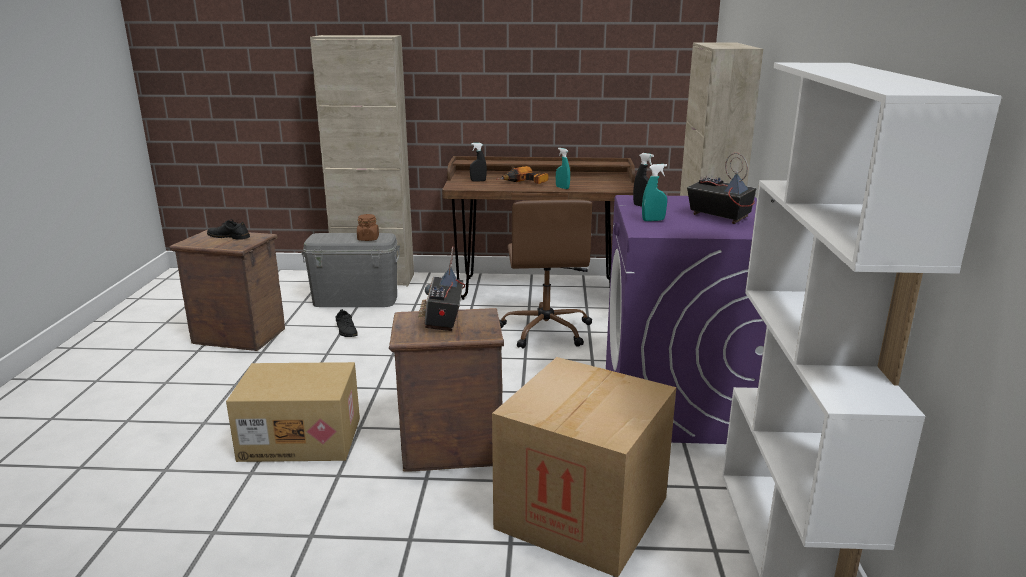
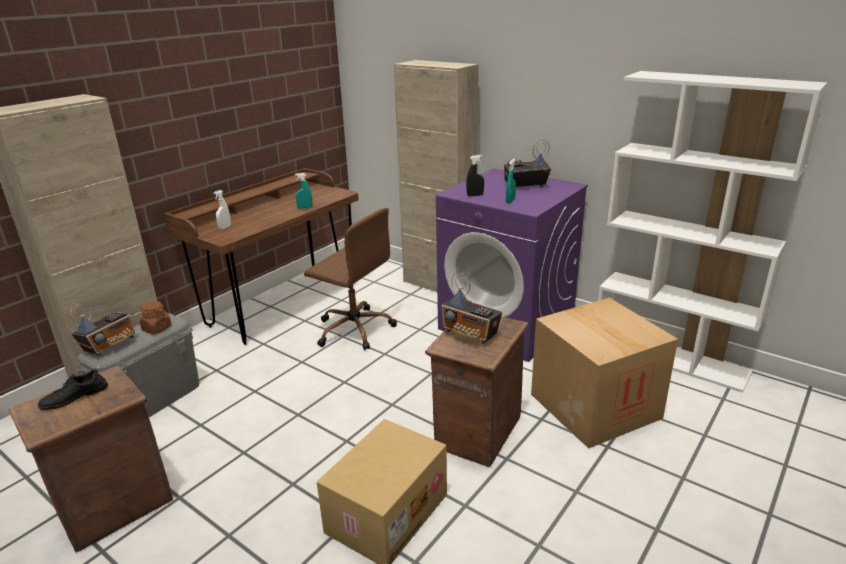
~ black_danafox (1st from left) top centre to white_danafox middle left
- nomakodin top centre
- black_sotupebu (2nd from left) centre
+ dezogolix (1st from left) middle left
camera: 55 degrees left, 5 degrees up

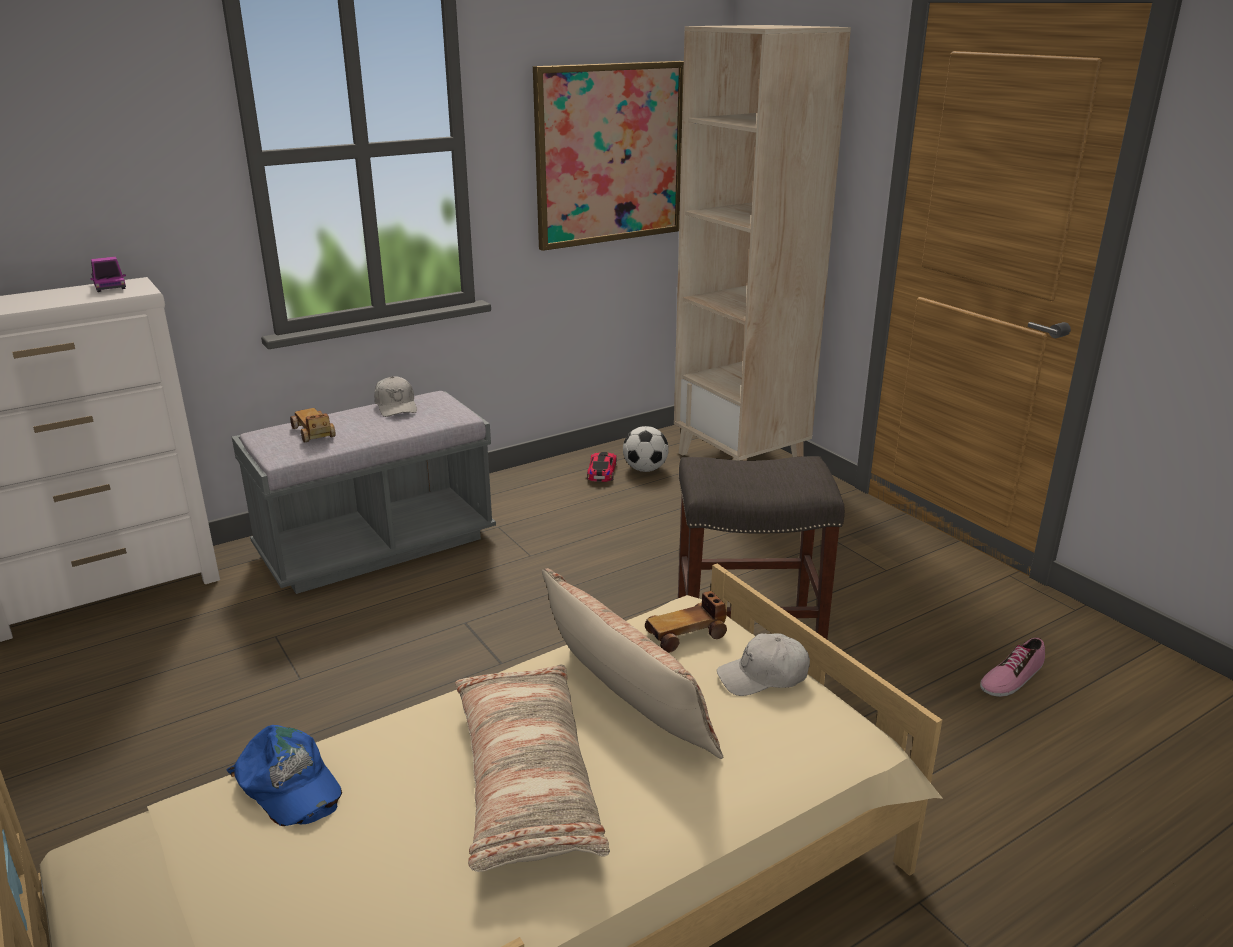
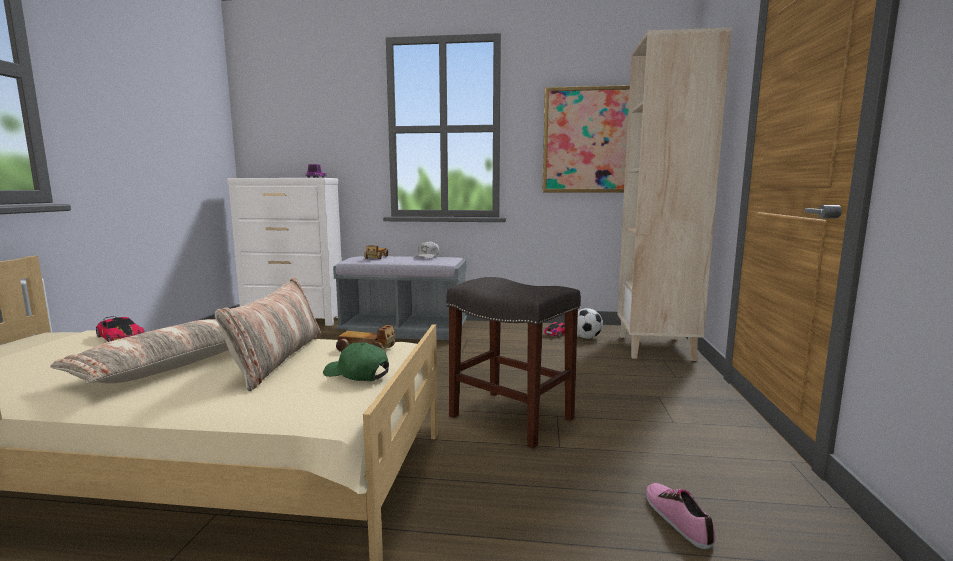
~ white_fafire (2nd from left) bottom centre to green_fafire centre
~ sotupebu bottom right = bottom right 75 degrees clockwise
~ blue_fafire bottom left to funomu (1st from left) middle left
camera: 40 degrees right, 15 degrees down

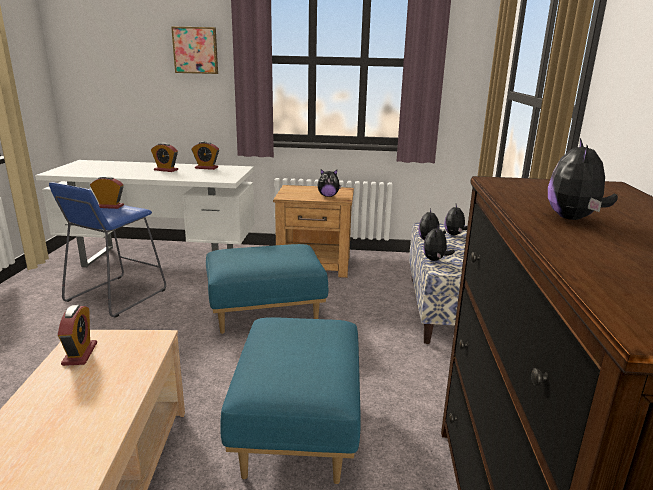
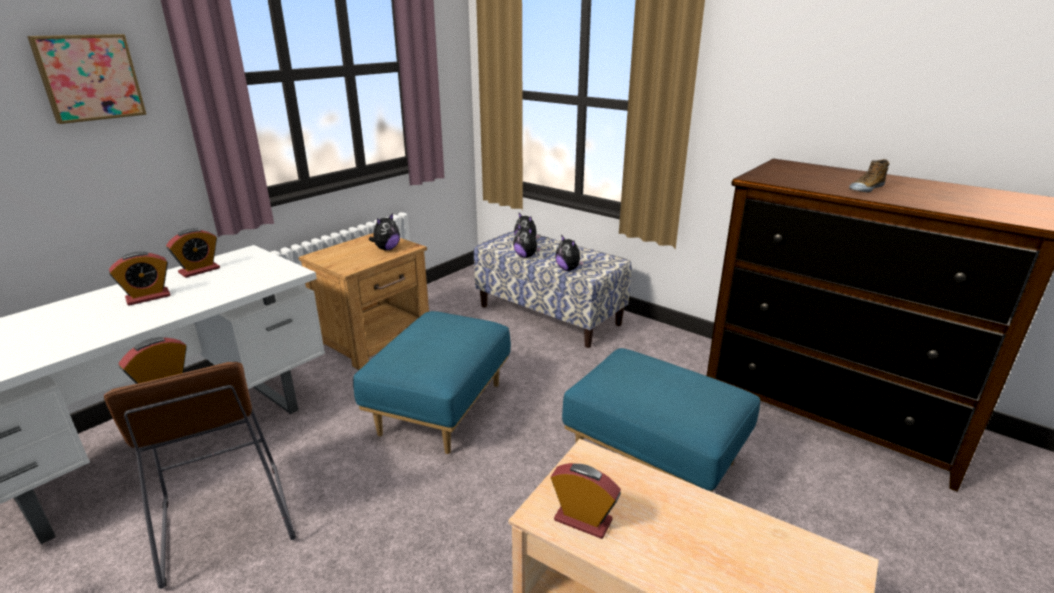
~ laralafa (5th from left) middle right to sotupebu top right
~ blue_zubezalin middle left to brown_zubezalin bottom left
camera: 55 degrees left, 5 degrees up

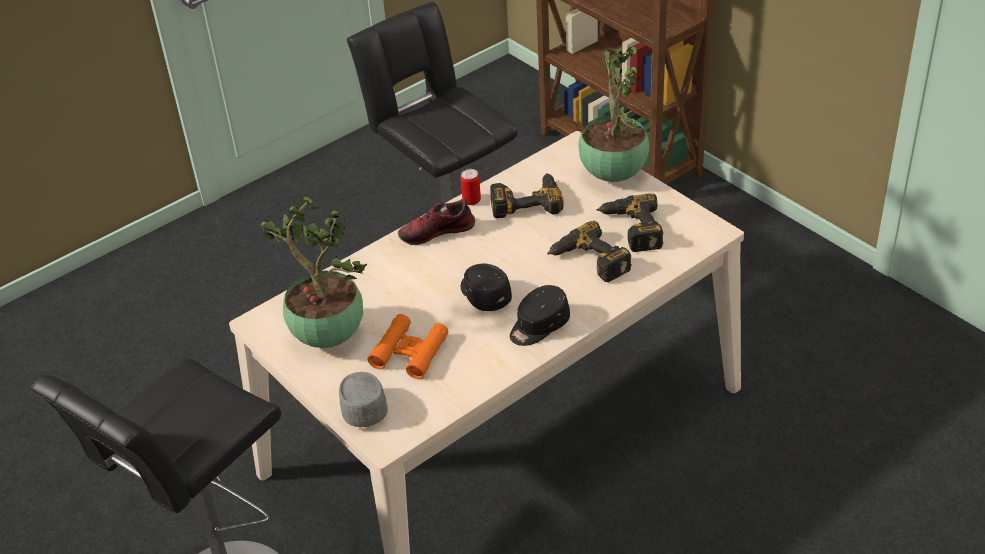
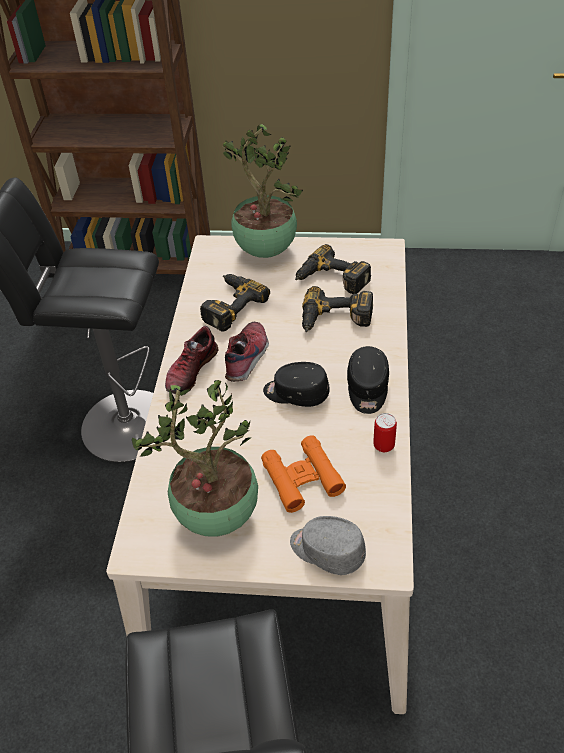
~ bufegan centre to middle right
+ sotupebu (2nd from left) centre
camera: 45 degrees left, 5 degrees up

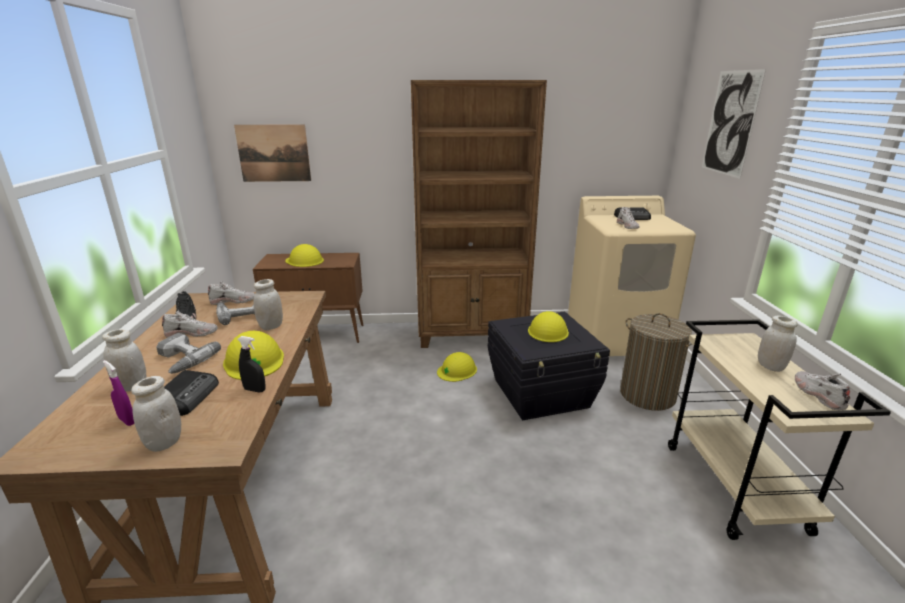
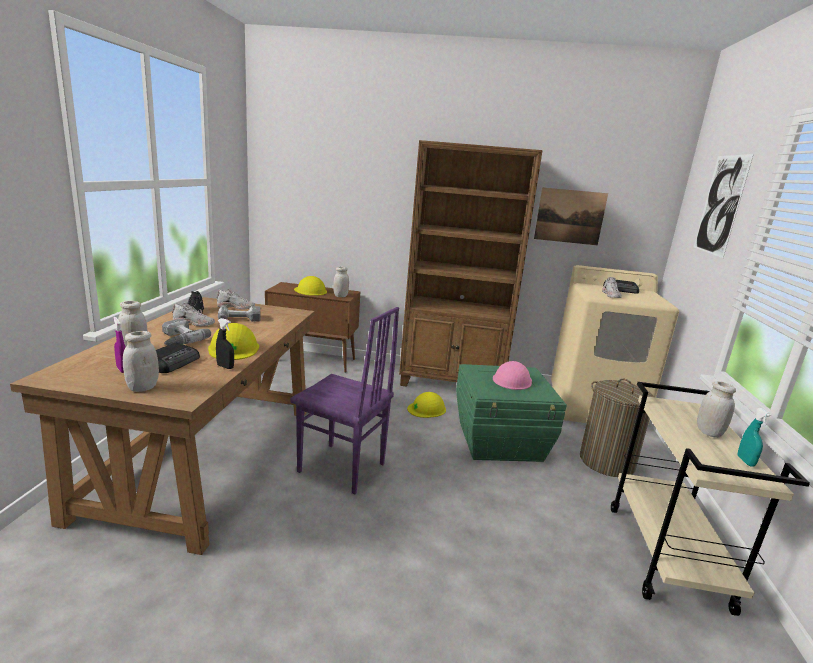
~ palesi (1st from left) top left to top right
~ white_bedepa (3rd from left) middle left to centre
~ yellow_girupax (4th from left) centre to pink_girupax centre
~ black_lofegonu centre to green_lofegonu centre
~ white_sotupebu (4th from left) middle right to turquoise_danafox middle right
+ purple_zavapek centre
camera: 10 degrees right, 5 degrees down

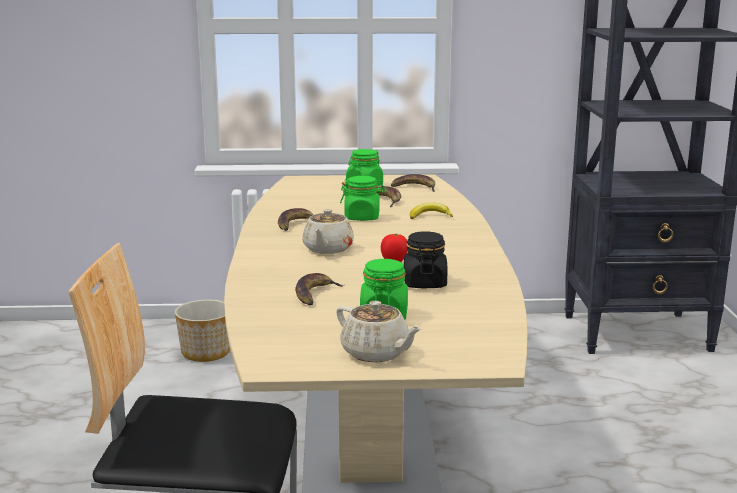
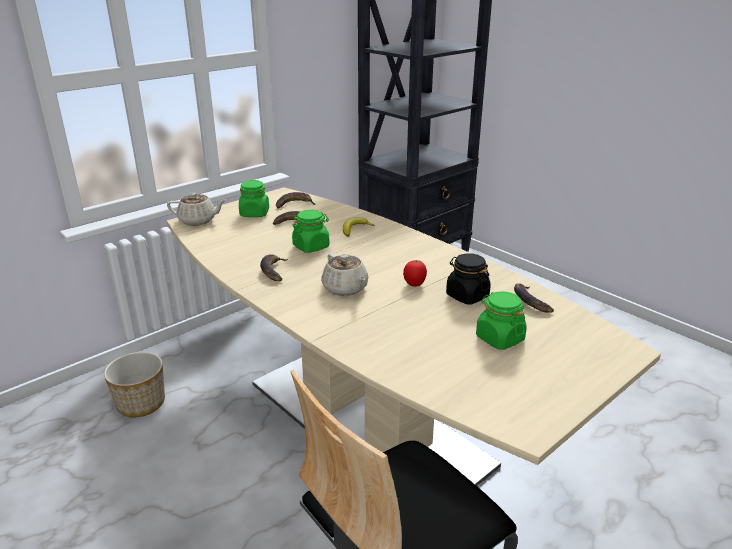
~ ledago (2nd from left in the first image) centre to ledago (5th from left) middle right
~ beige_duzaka (2nd from left in the first image) bottom centre to beige_duzaka (1st from left) middle left
camera: 40 degrees left, 10 degrees up

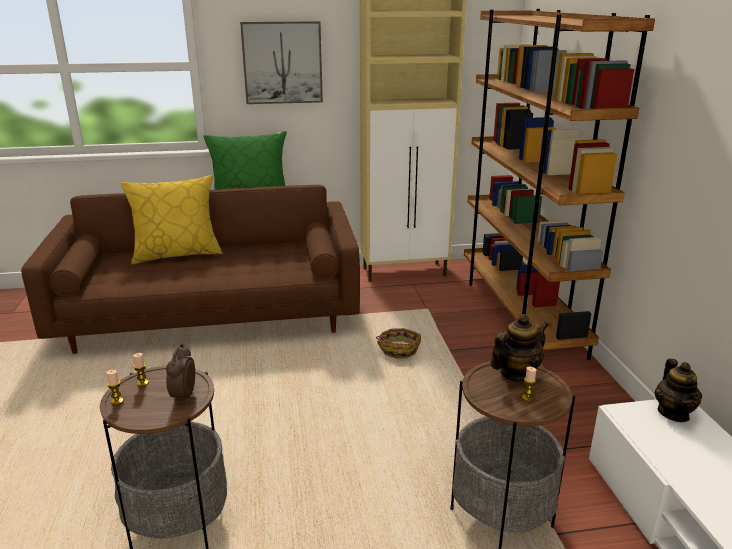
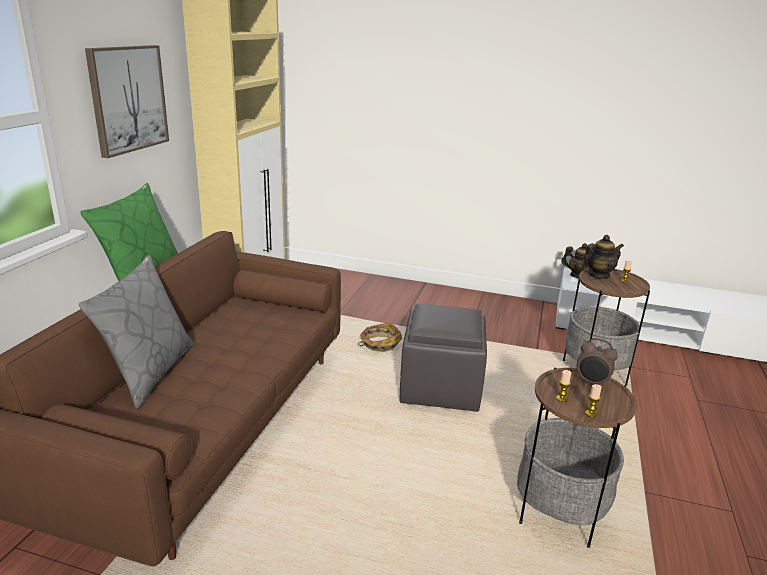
- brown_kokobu middle right
~ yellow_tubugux middle left to grey_tubugux middle left
~ duzaka (1st from left in the first image) middle right = middle right 75 degrees clockwise
+ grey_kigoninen centre
camera: 65 degrees left, 0 degrees up

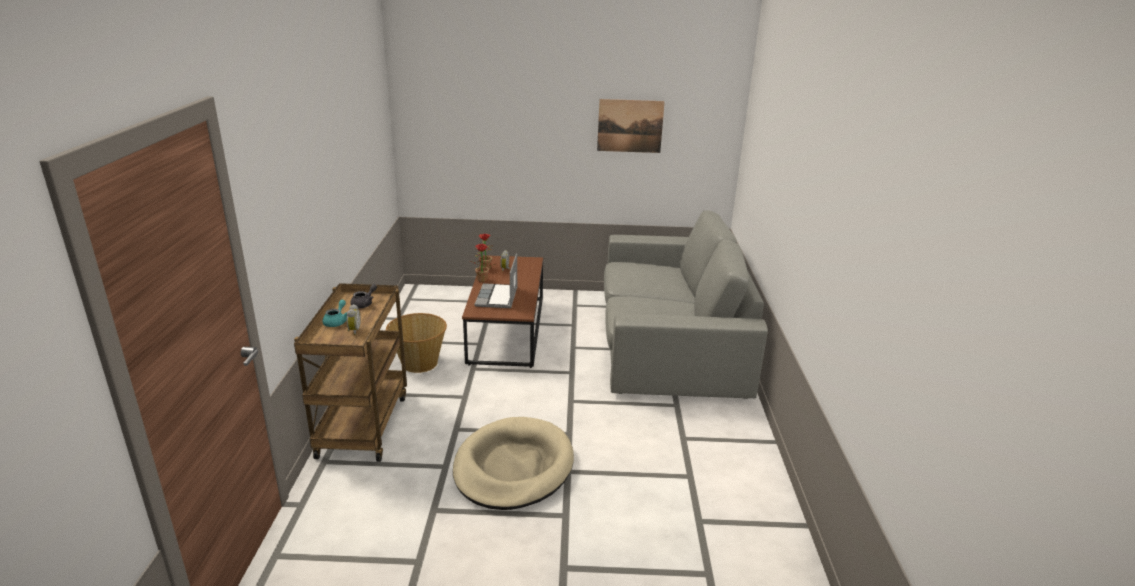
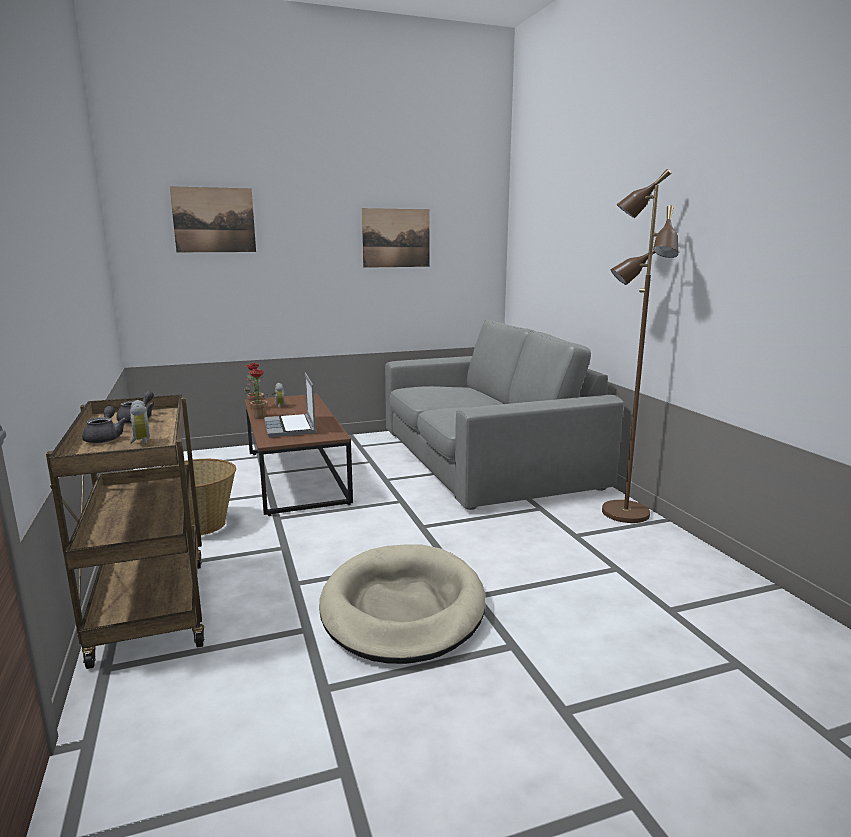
~ turquoise_duzaka middle left to grey_duzaka (1st from left) middle left
+ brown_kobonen middle right
+ palesi (1st from left) top left
camera: 20 degrees left, 10 degrees down

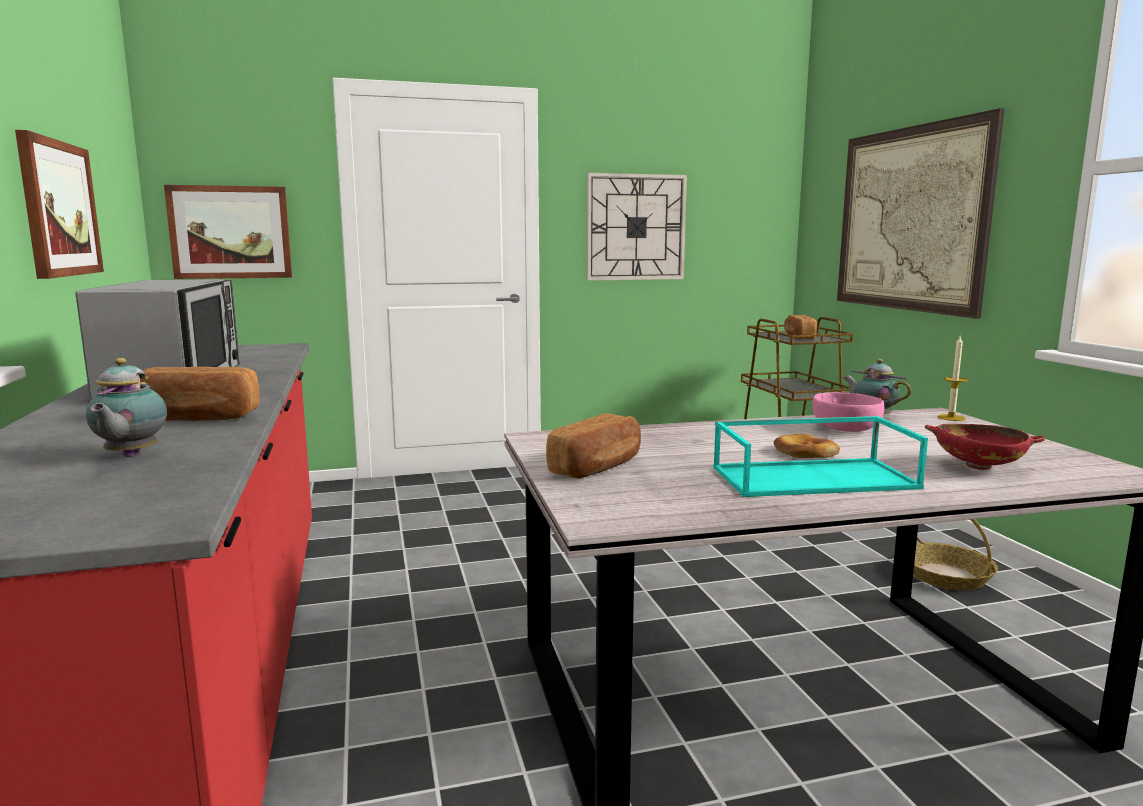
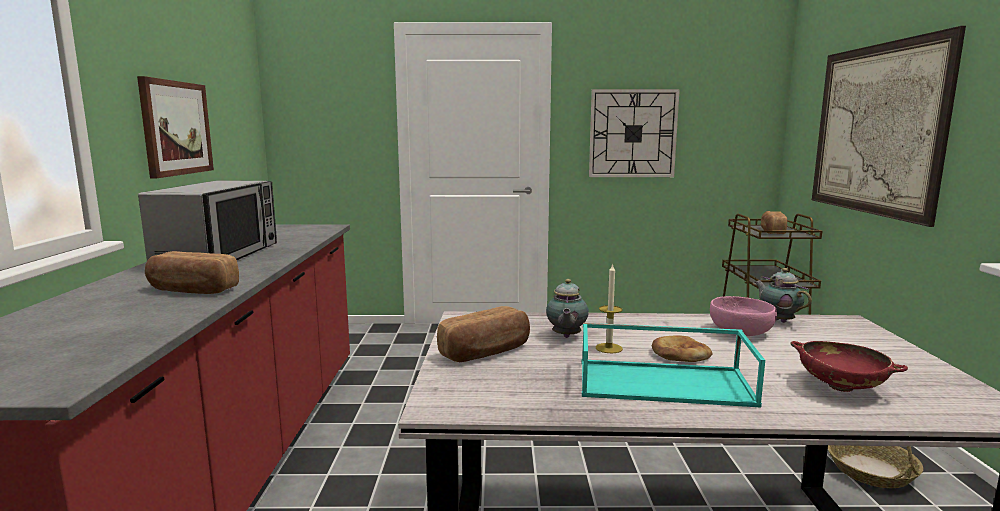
- palesi (2nd from left) top left
~ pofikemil middle right to centre
~ duzaka (1st from left) middle left to centre
camera: 15 degrees right, 0 degrees up

